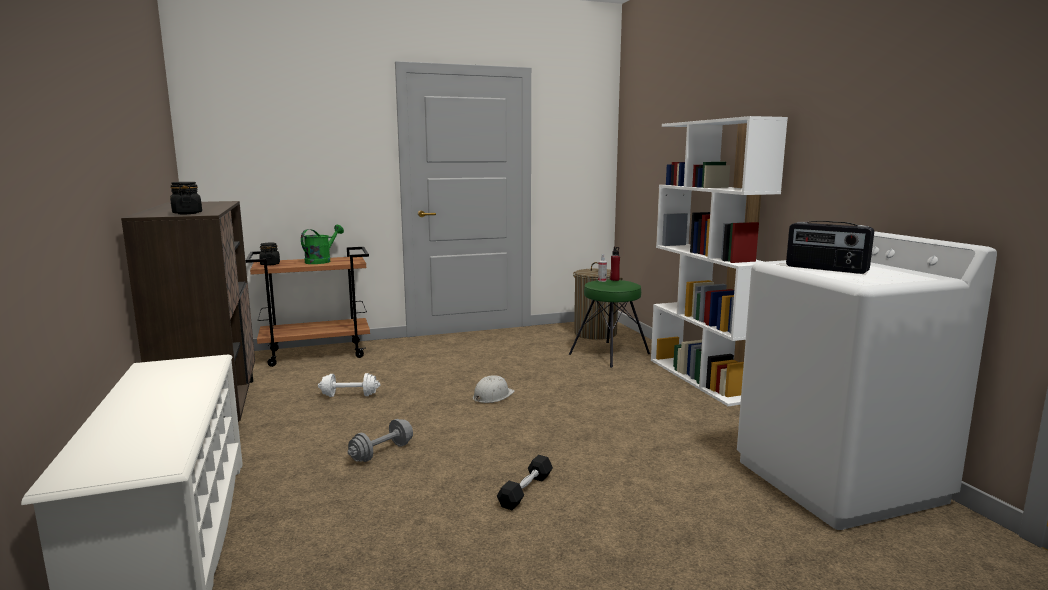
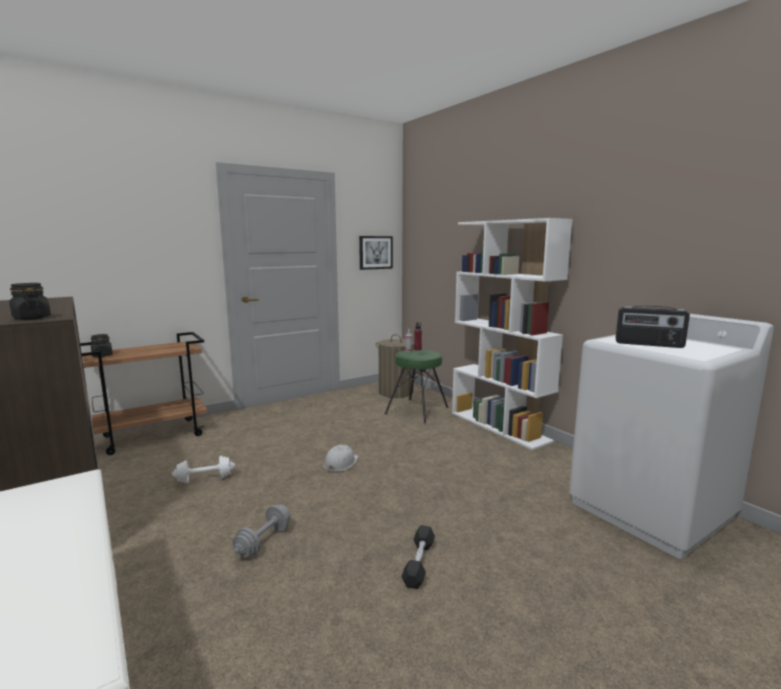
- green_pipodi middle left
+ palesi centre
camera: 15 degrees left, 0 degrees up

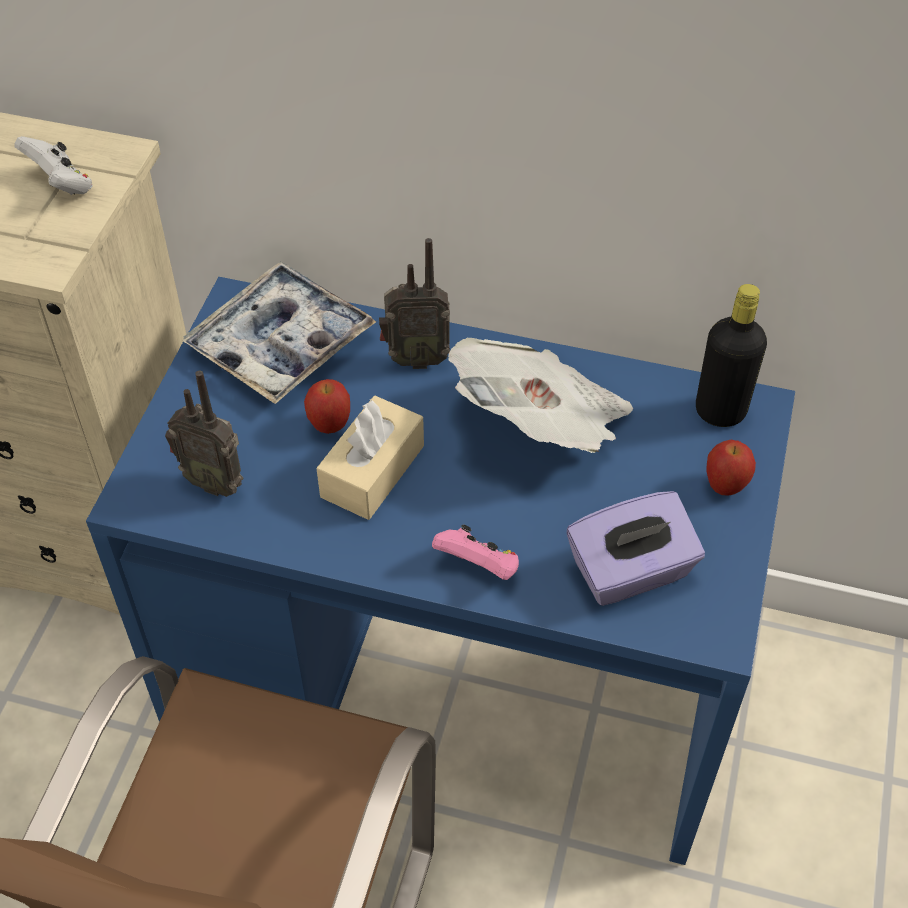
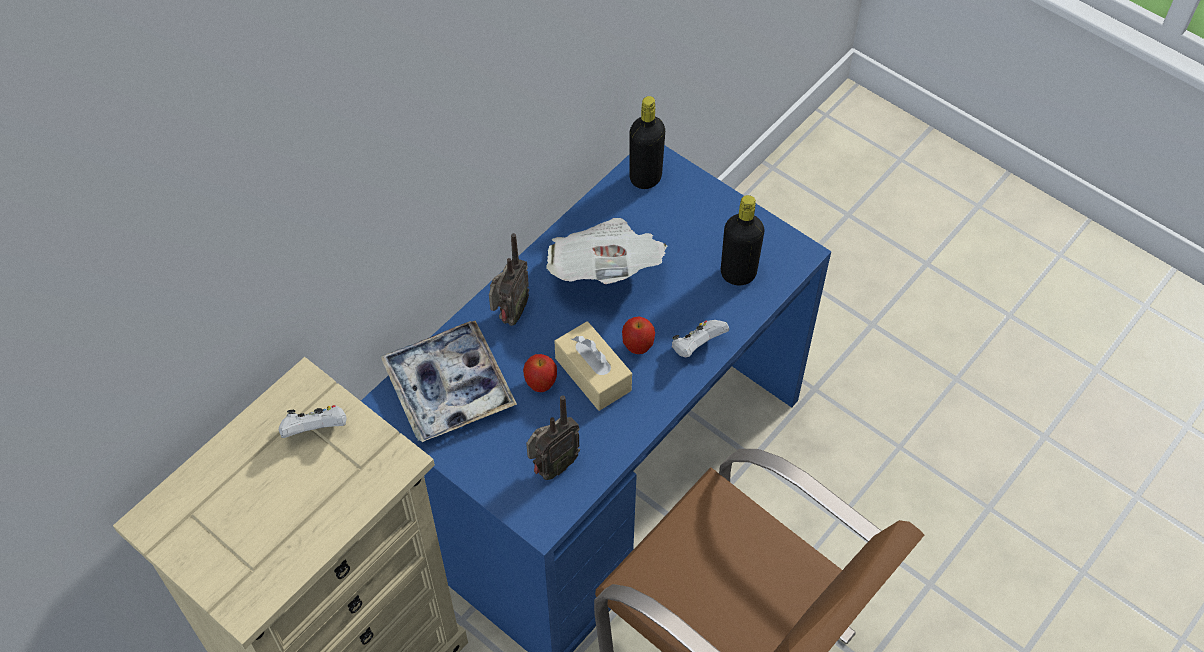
~ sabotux (2nd from left) middle right to centre
~ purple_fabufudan middle right to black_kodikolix (2nd from left) centre
~ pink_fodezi centre to white_fodezi (2nd from left) centre
camera: 65 degrees left, 5 degrees up

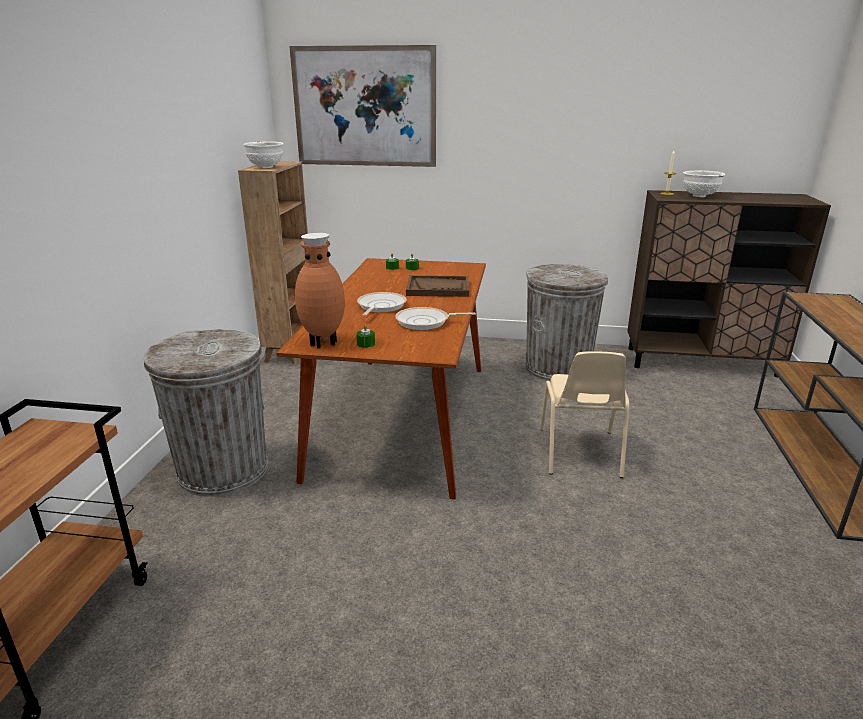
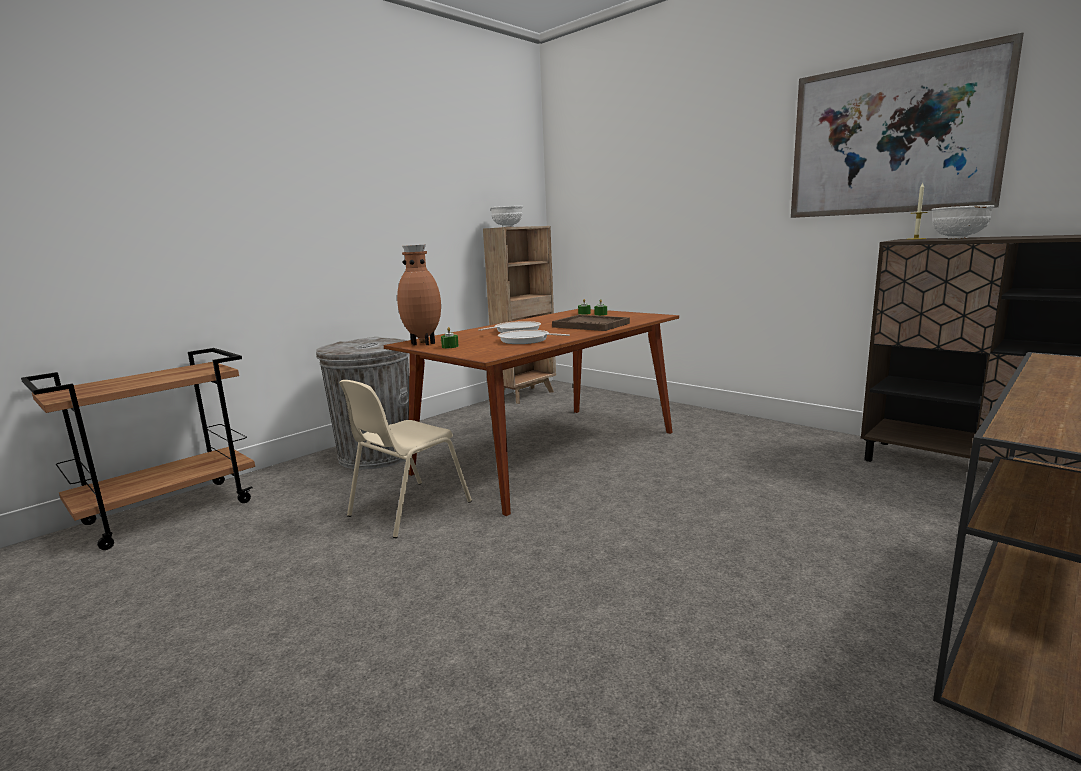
~ palesi top centre to top right
- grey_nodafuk (2nd from left) centre
~ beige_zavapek middle right to centre
camera: 35 degrees right, 10 degrees down

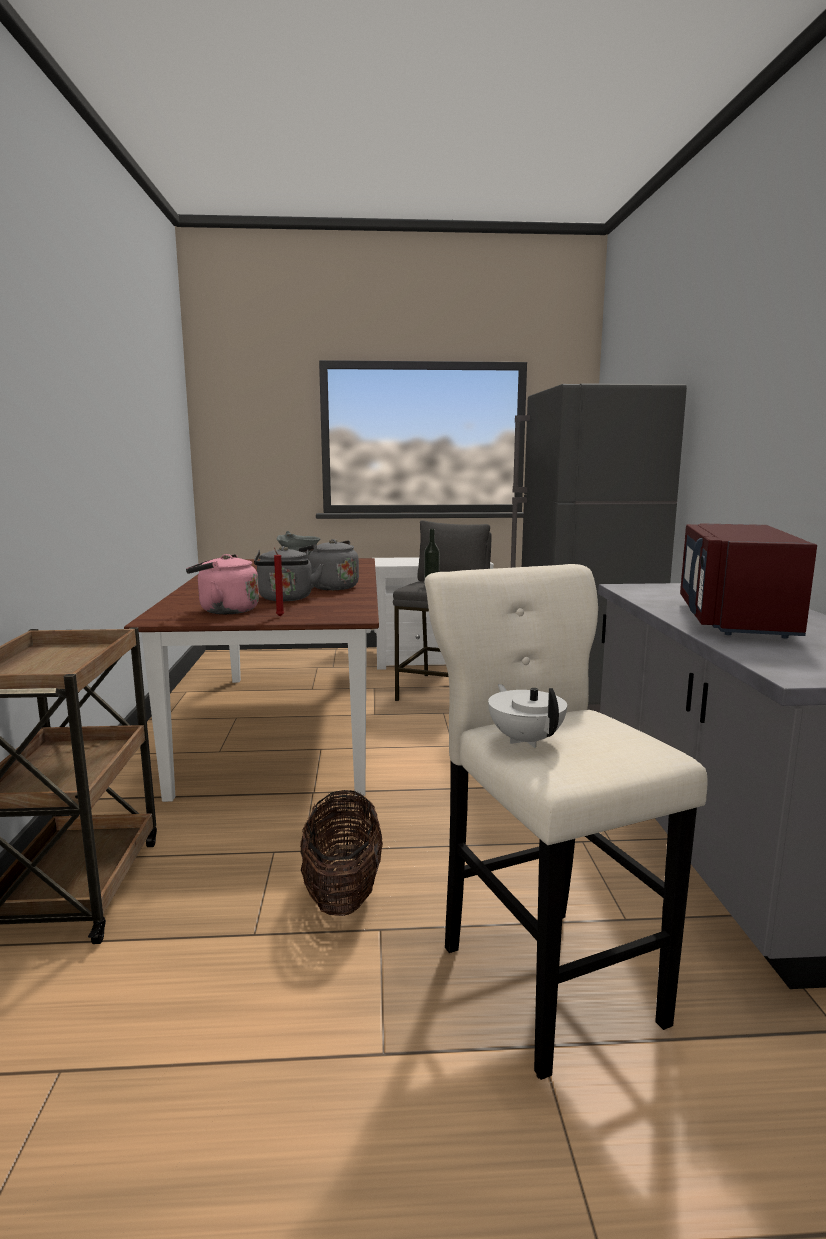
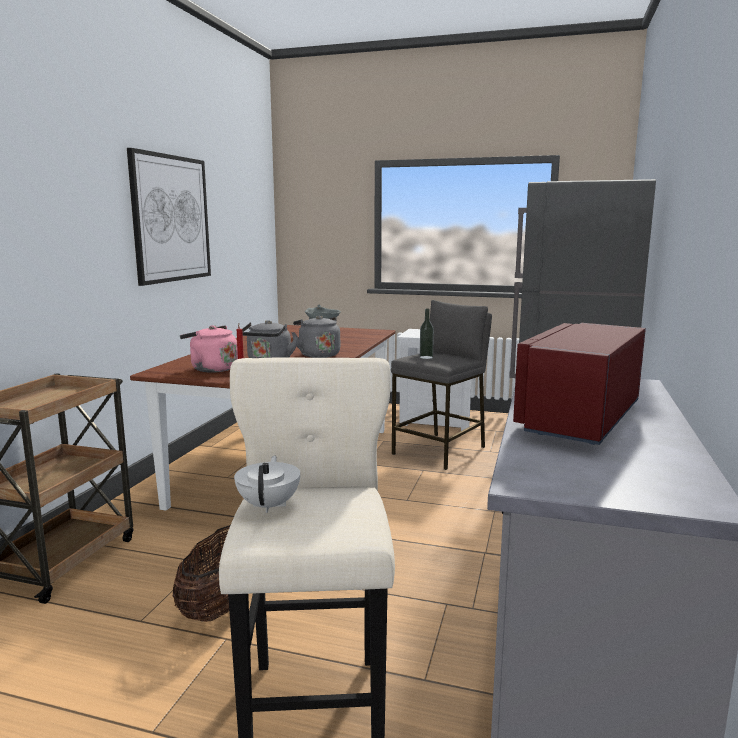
+ palesi top left
camera: 20 degrees right, 0 degrees up

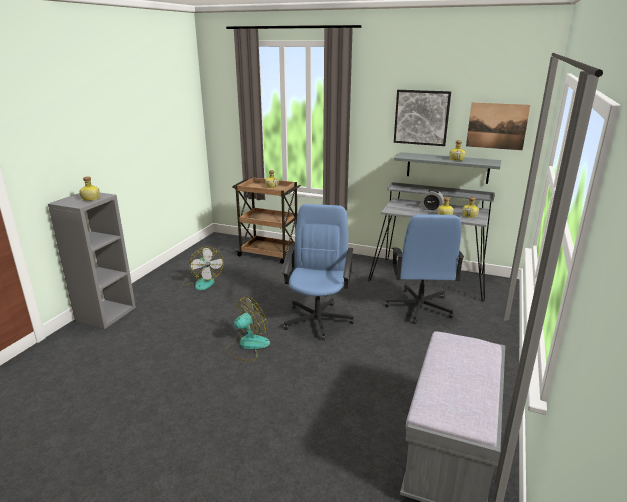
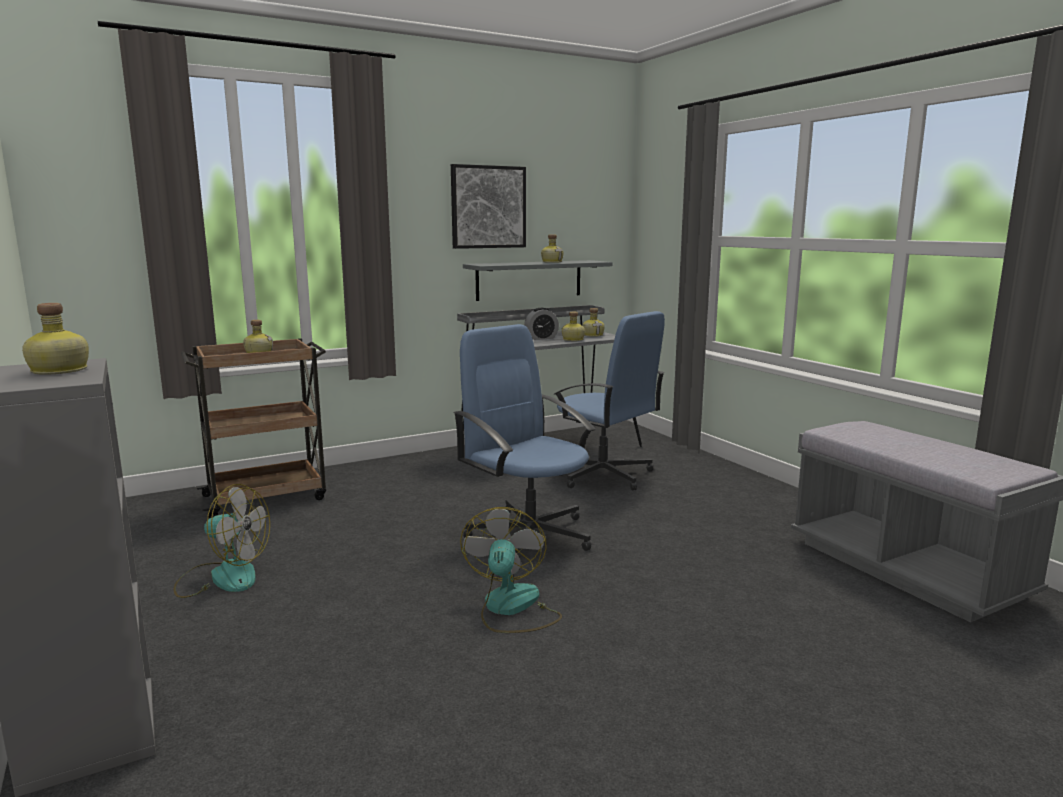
- palesi (2nd from left) top right
camera: 50 degrees left, 10 degrees down

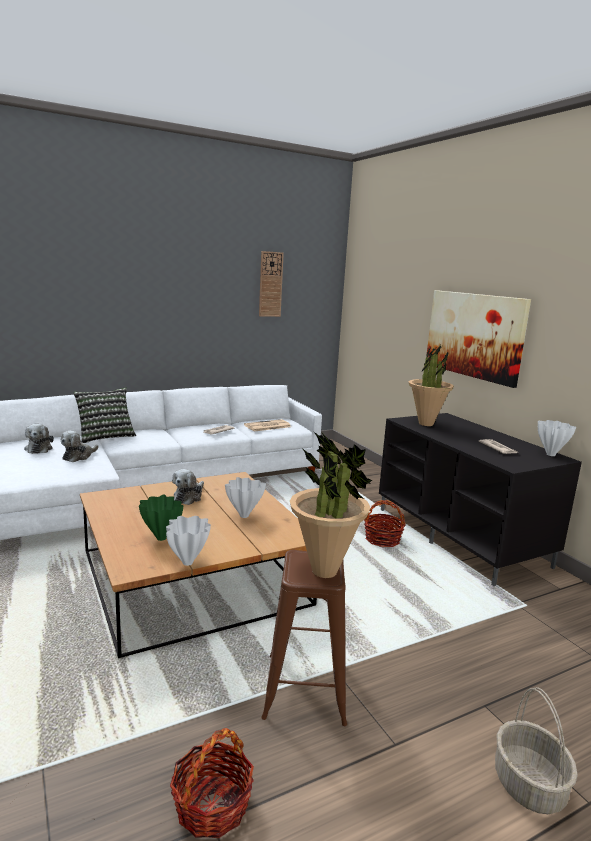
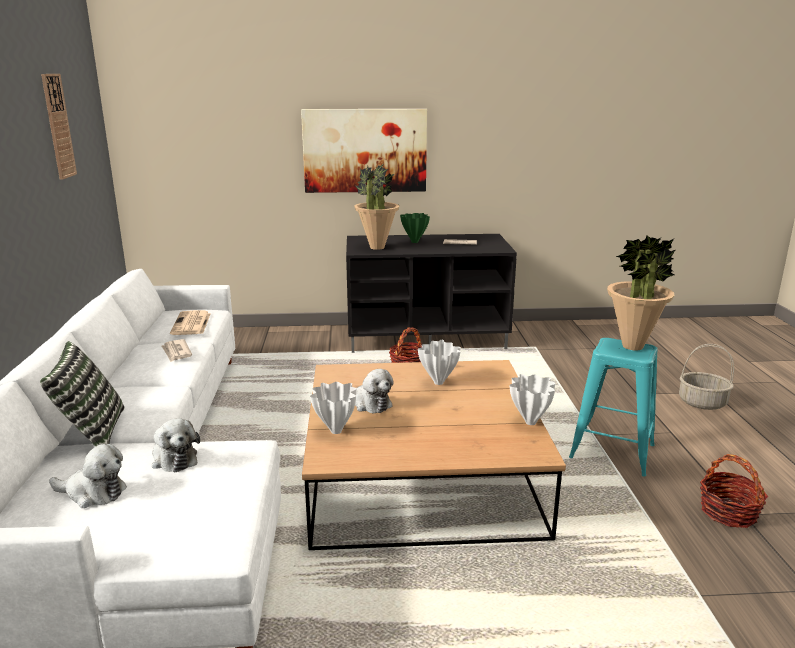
~ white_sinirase (3rd from left in the first image) middle right to white_sinirase (1st from left) centre
~ green_sinirase middle left to centre
~ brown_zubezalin bottom centre to turquoise_zubezalin middle right
camera: 65 degrees left, 5 degrees up

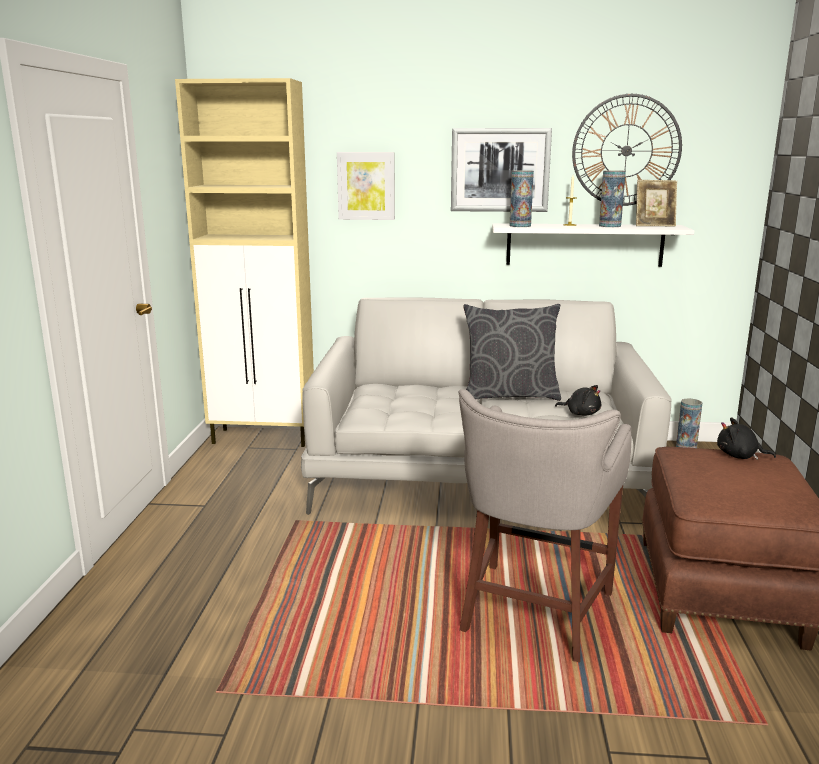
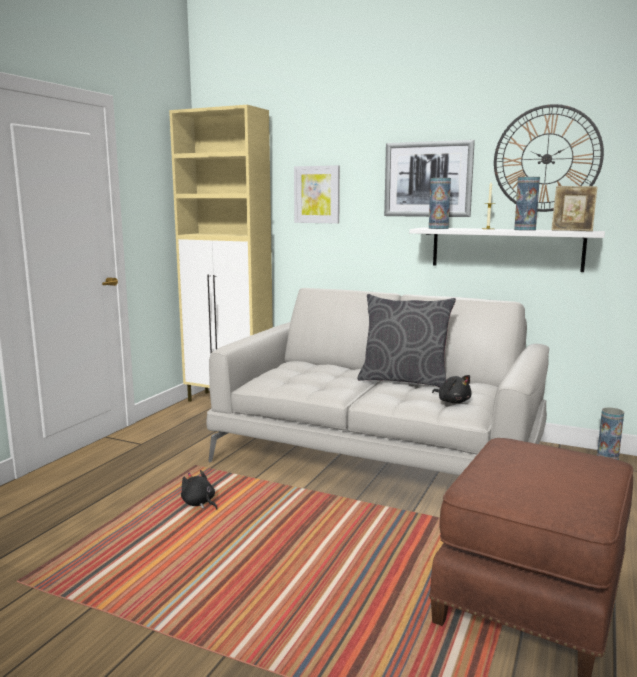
- grey_zubezalin bottom centre
~ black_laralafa (2nd from left in the first image) middle right to black_laralafa (1st from left) bottom left
camera: 20 degrees right, 5 degrees down

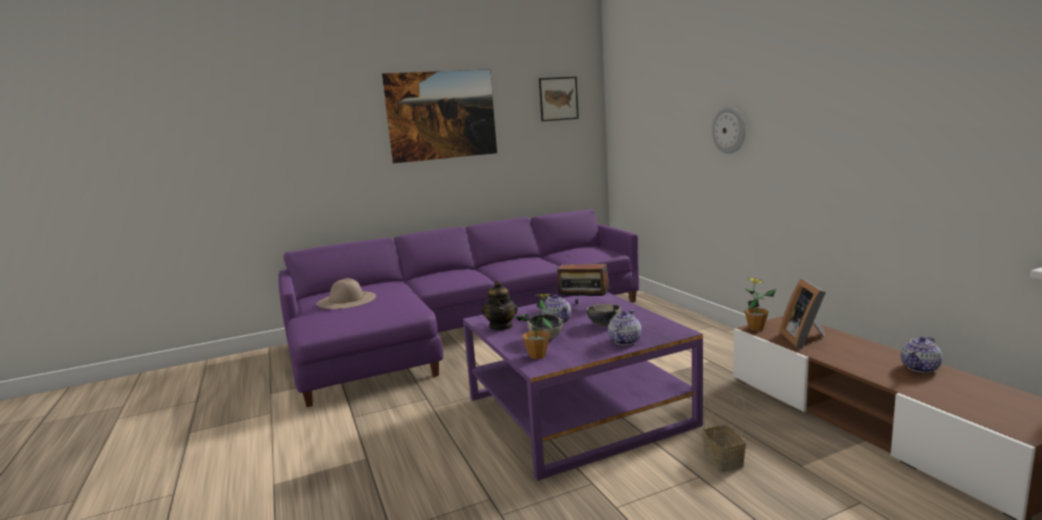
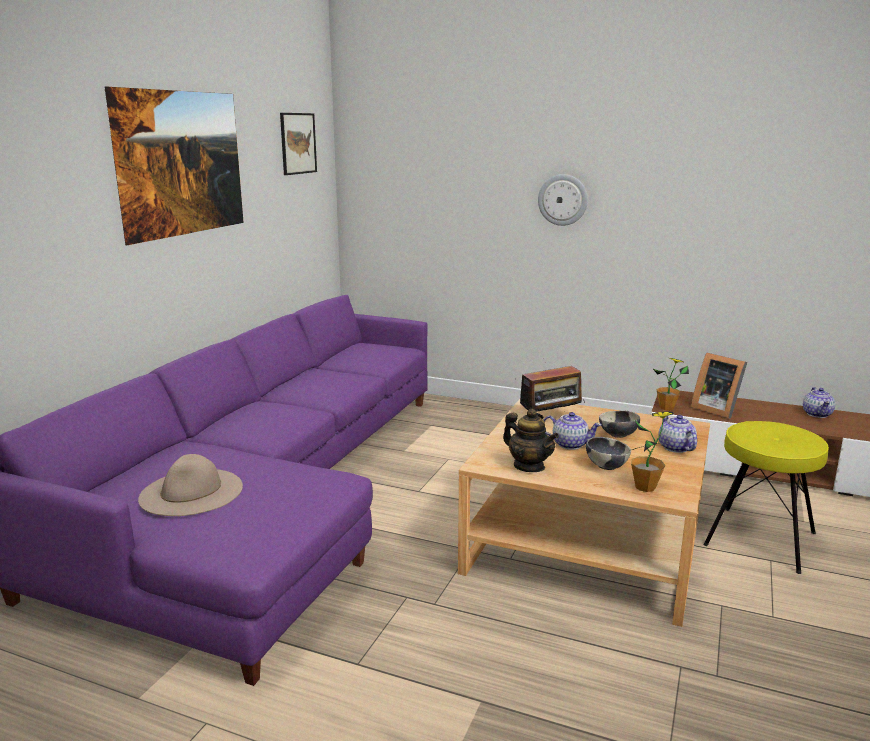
~ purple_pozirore bottom centre to beige_pozirore bottom right
~ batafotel bottom right to yellow_zubezalin bottom right
camera: 45 degrees left, 5 degrees up

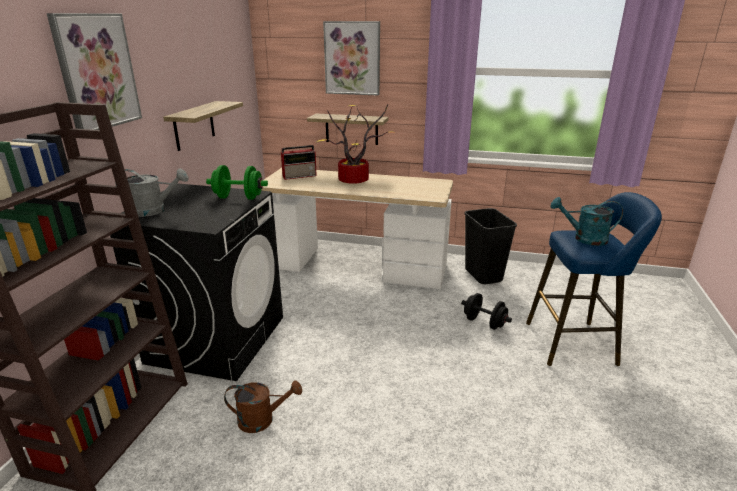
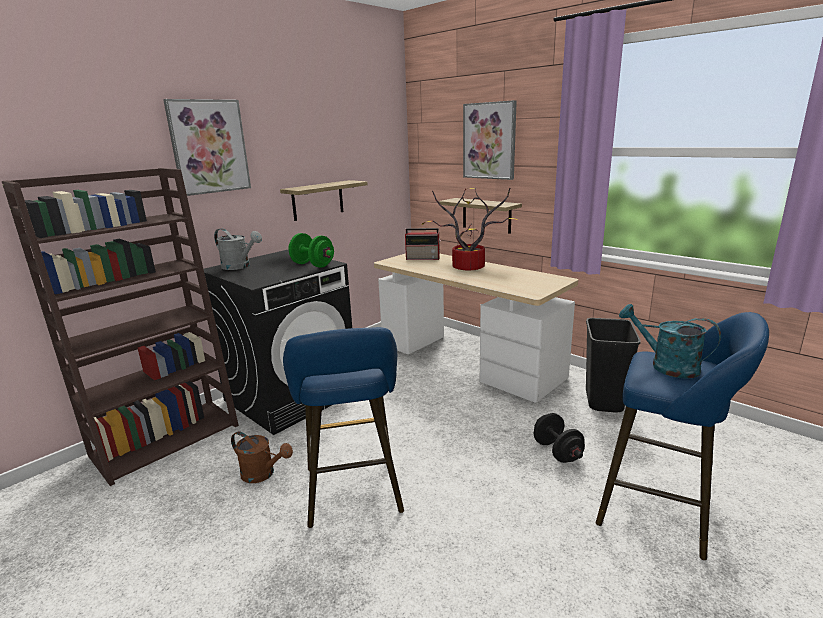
+ blue_zubezalin (1st from left) bottom centre
camera: 30 degrees right, 5 degrees down

